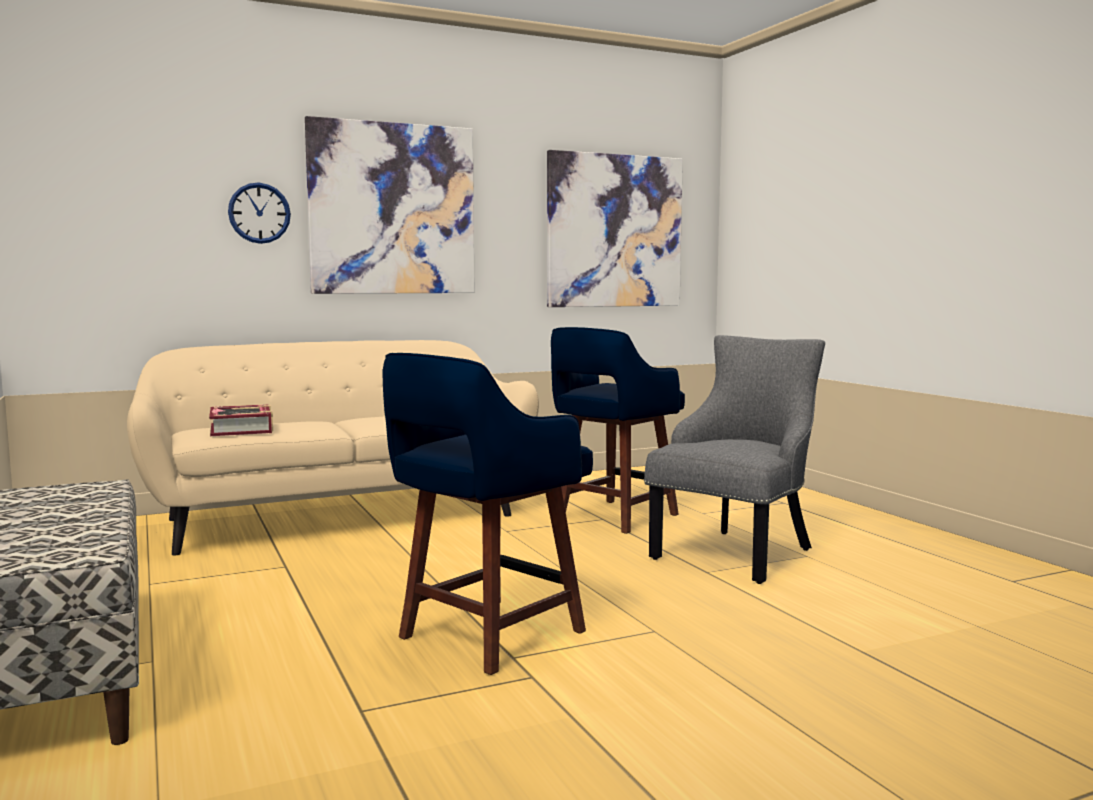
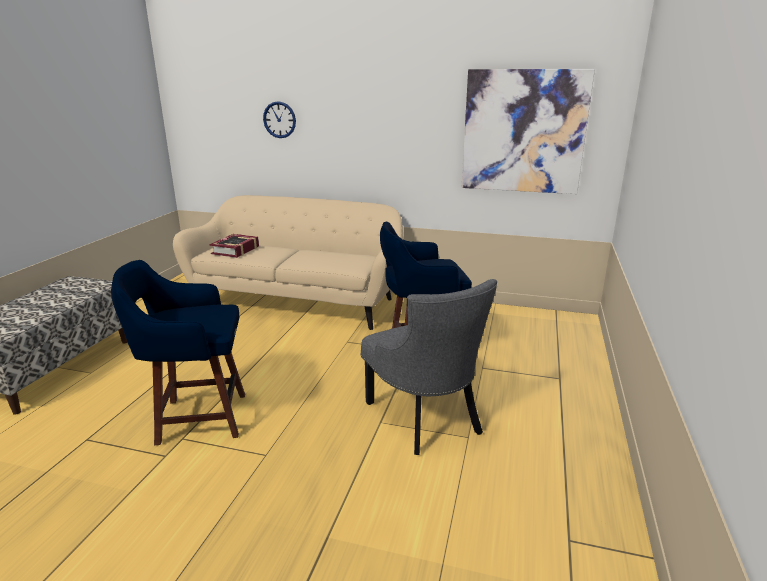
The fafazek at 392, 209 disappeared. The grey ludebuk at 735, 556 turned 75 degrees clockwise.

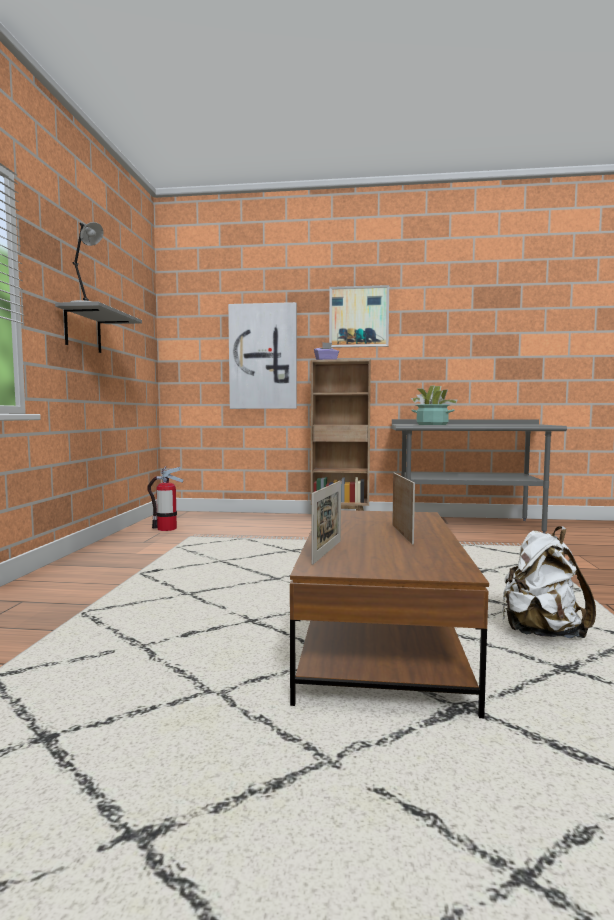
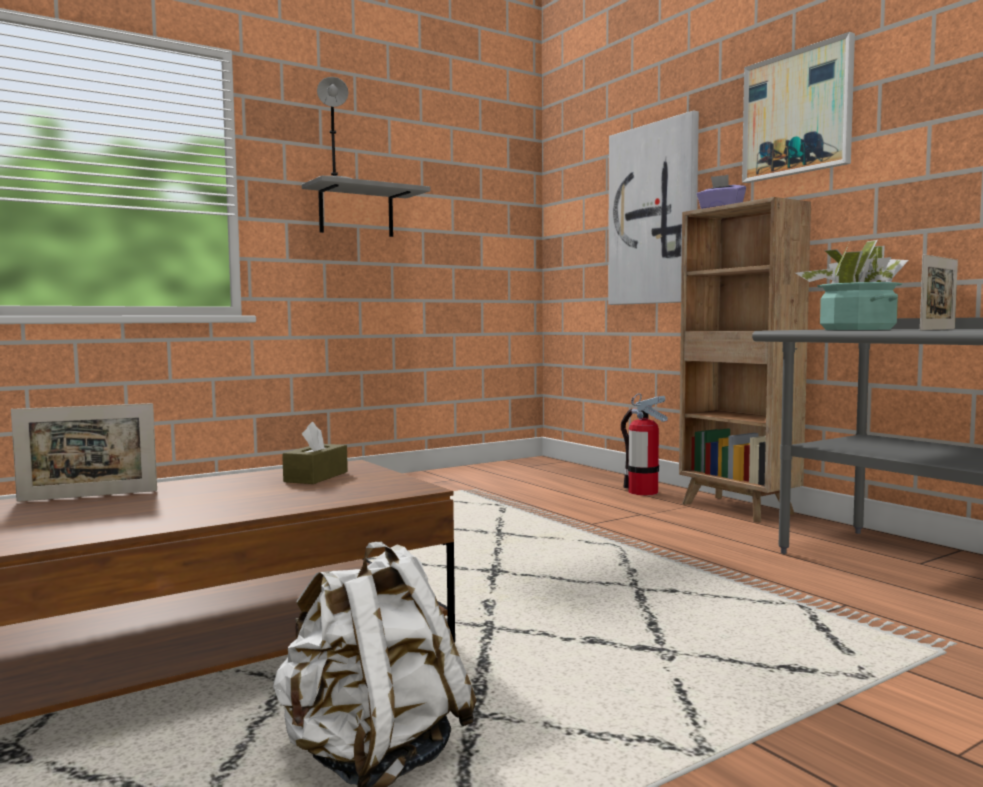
The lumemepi moved from 166, 528 to 642, 492. The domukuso moved from 402, 534 to 937, 329. The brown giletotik at 316, 477 appeared.

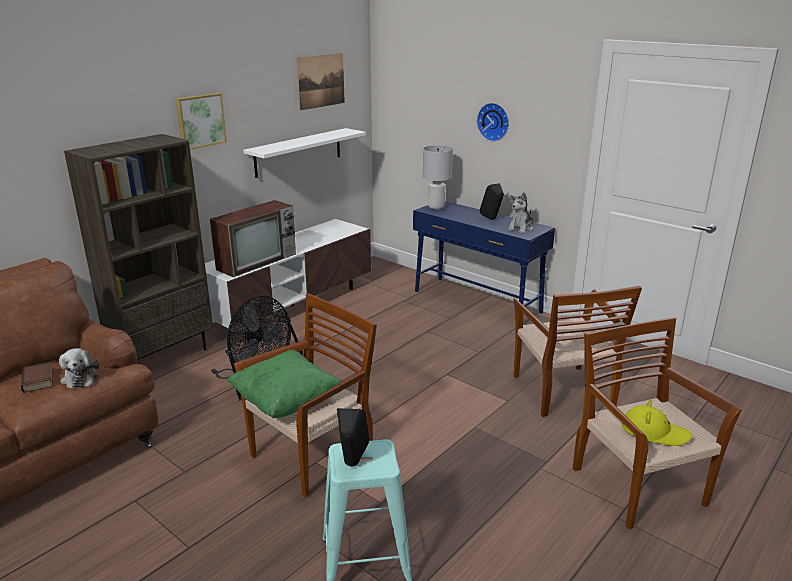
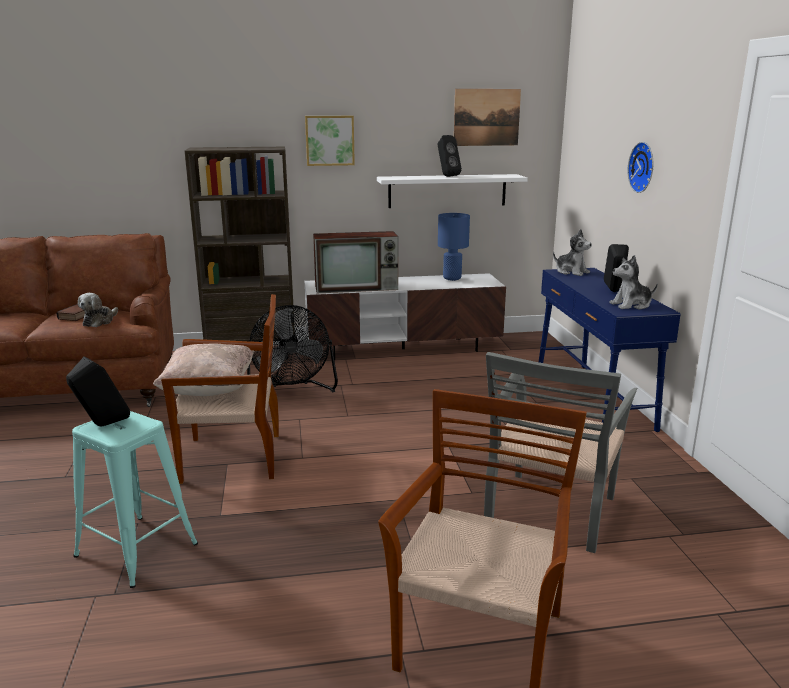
The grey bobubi at 436, 208 was replaced by the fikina at 571, 272. The brown ludebuk at 563, 392 became the grey ludebuk at 550, 511. The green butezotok at 286, 402 became the beige butezotok at 209, 389. The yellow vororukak at 654, 432 disappeared. The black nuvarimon at 447, 176 appeared. The blue bobubi at 452, 279 appeared.

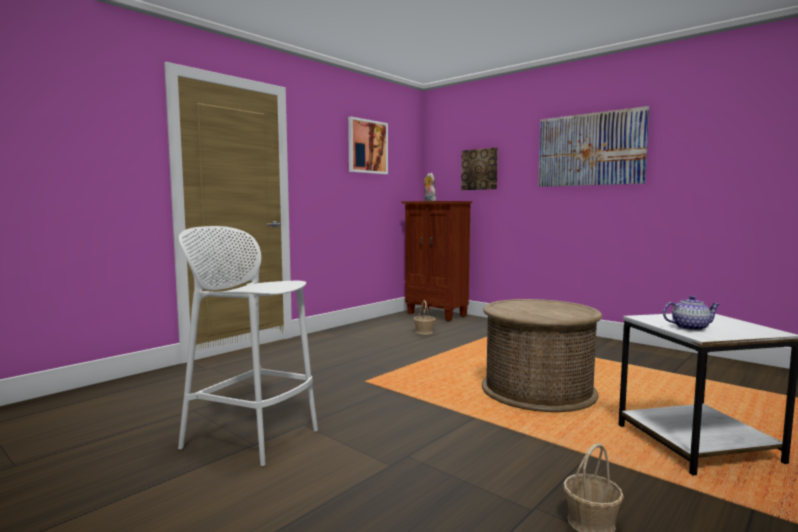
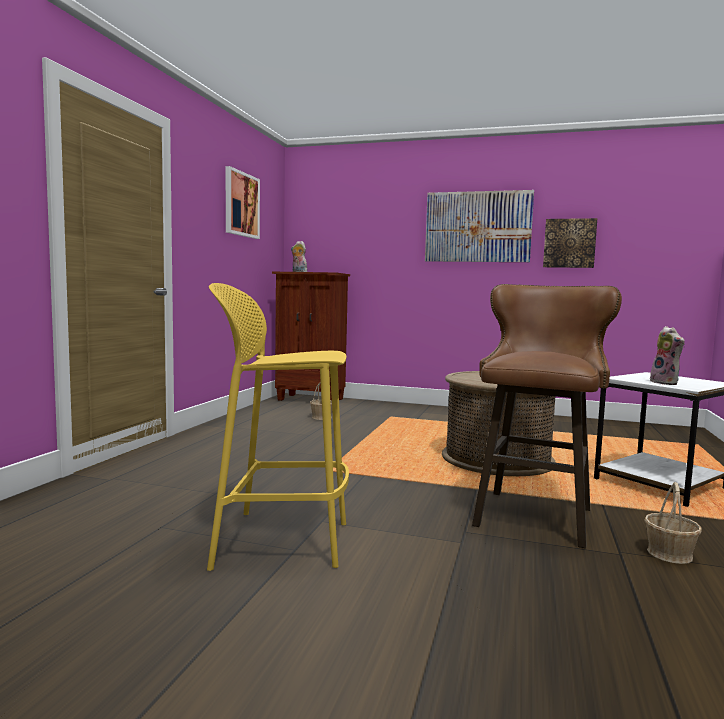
The fafazek moved from 479, 169 to 569, 243. The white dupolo at 252, 435 became the yellow dupolo at 280, 541. The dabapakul at 689, 327 was replaced by the fikina at 666, 383. The brown dupolo at 535, 514 appeared.

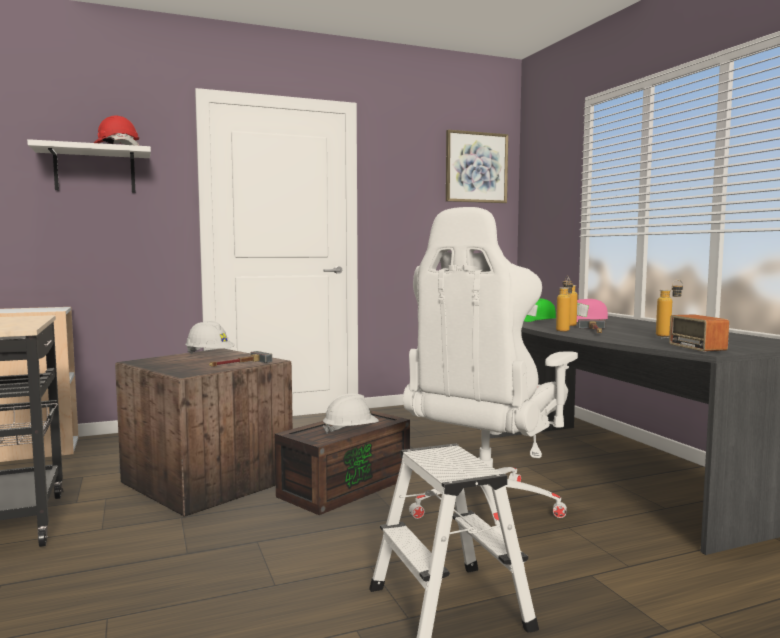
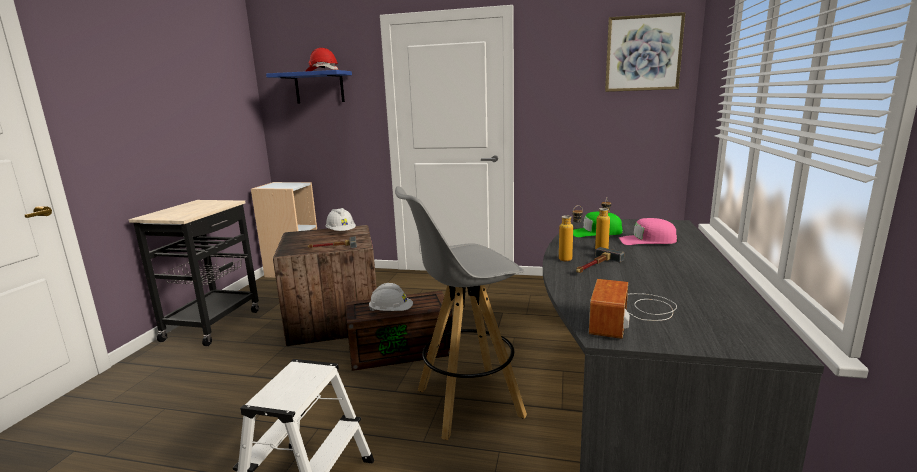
The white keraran at 95, 170 became the blue keraran at 319, 87. The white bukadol at 484, 506 was replaced by the grey dupolo at 466, 402. The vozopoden at 668, 335 disappeared.

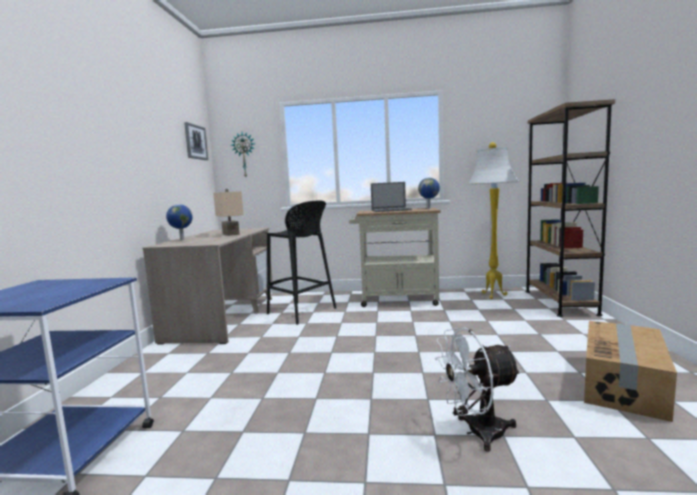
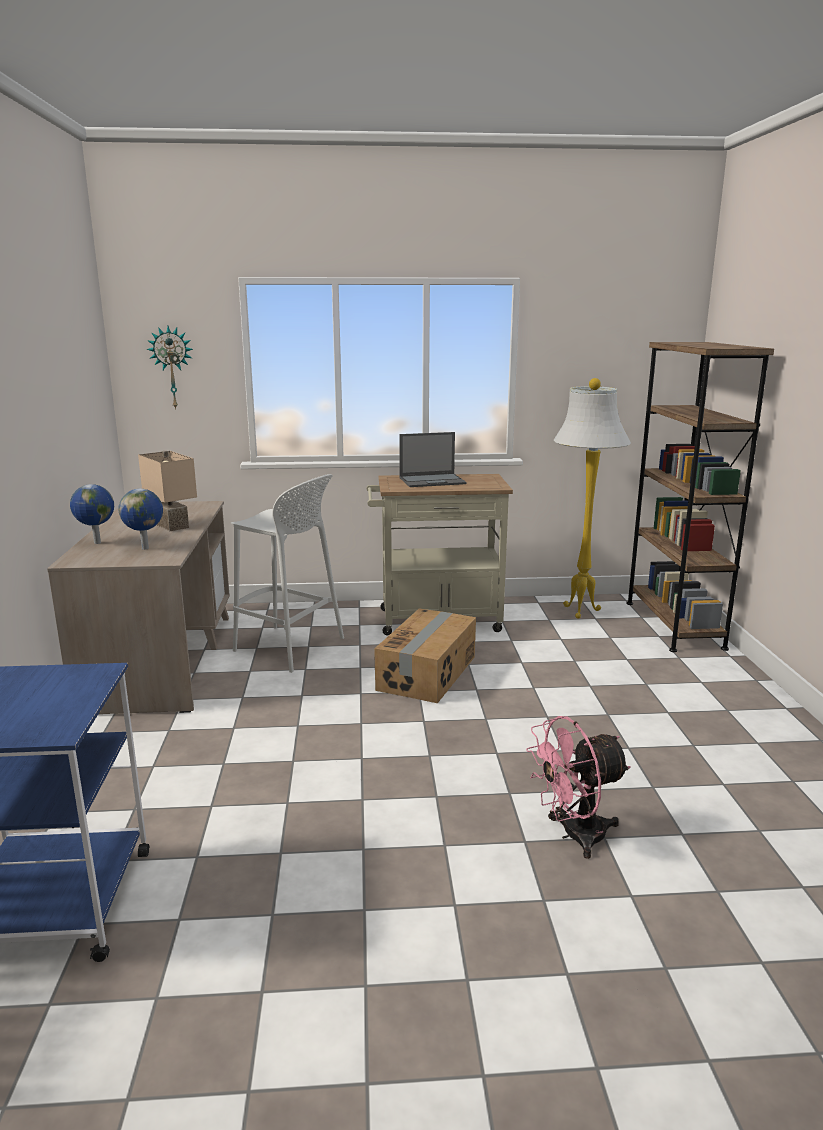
The fafazek at 195, 142 disappeared. The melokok moved from 429, 208 to 146, 548. The black dupolo at 301, 312 became the white dupolo at 288, 647. The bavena moved from 624, 384 to 428, 673. The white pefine at 477, 432 became the pink pefine at 574, 835.

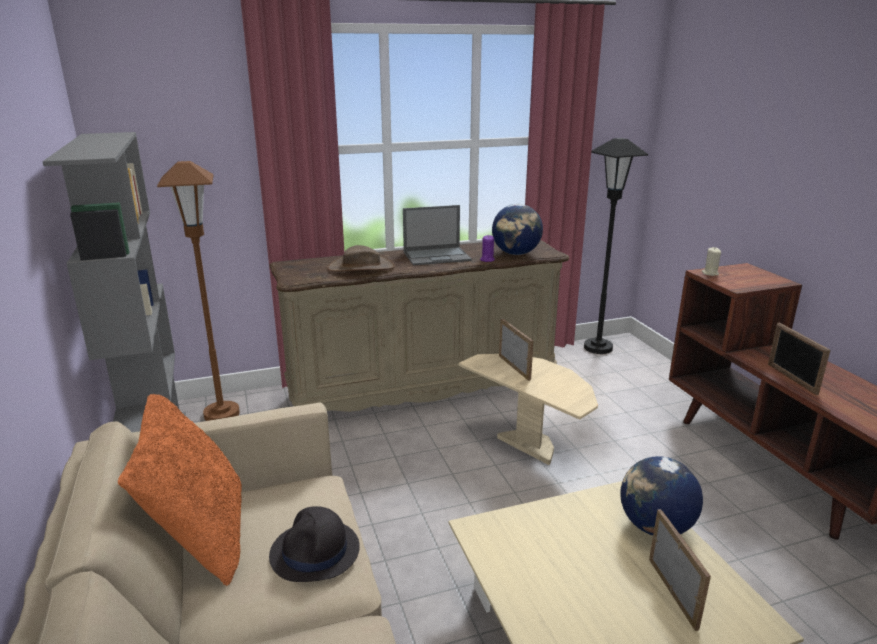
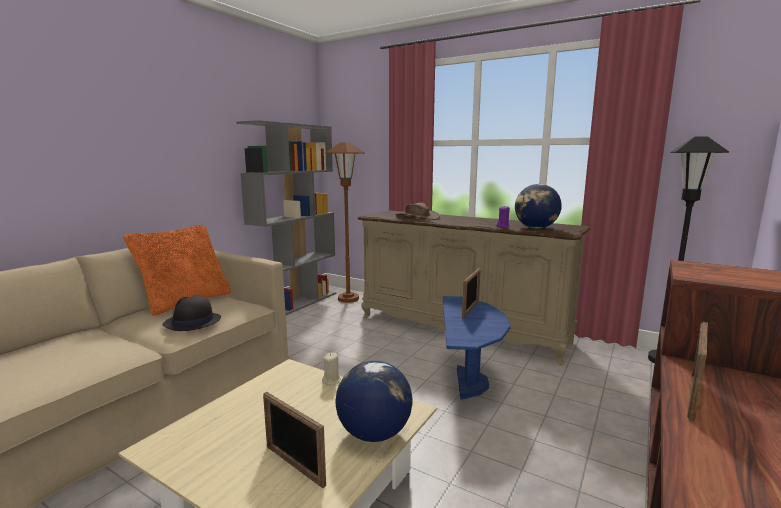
The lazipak at 437, 256 disappeared. The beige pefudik moved from 710, 273 to 331, 381. The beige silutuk at 529, 446 became the blue silutuk at 468, 383. The domukuso at 673, 592 turned 90 degrees clockwise.

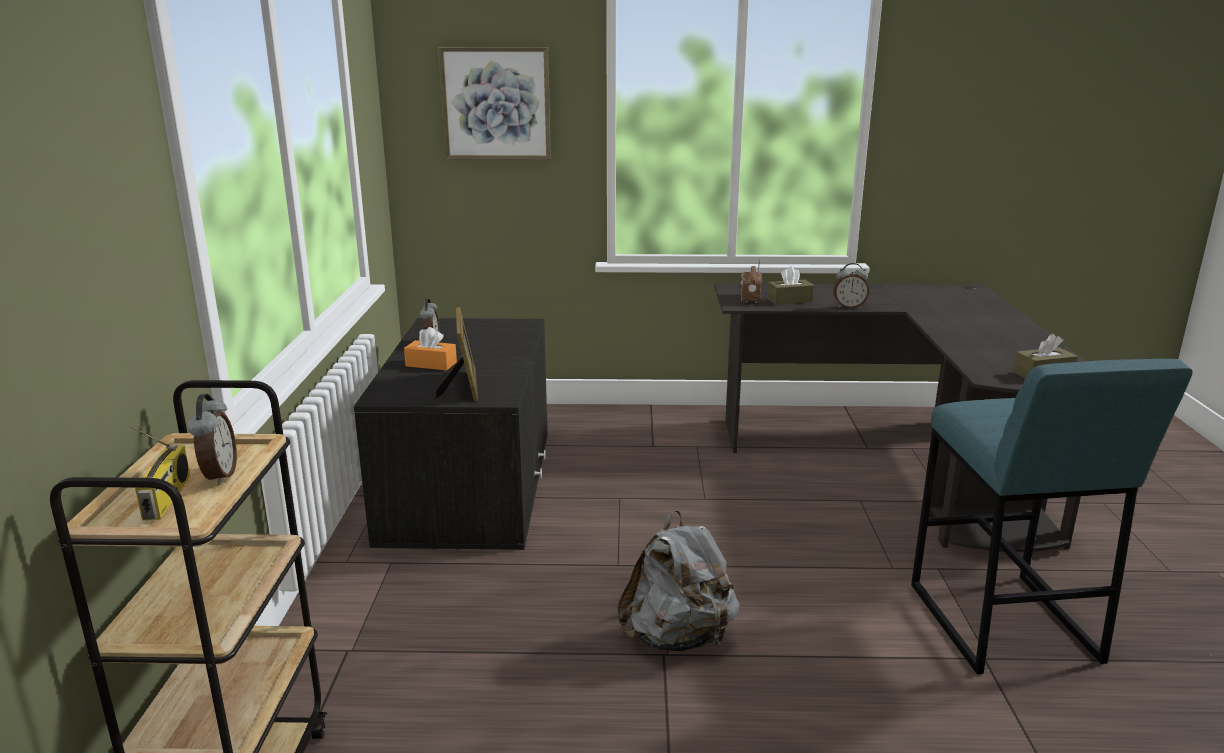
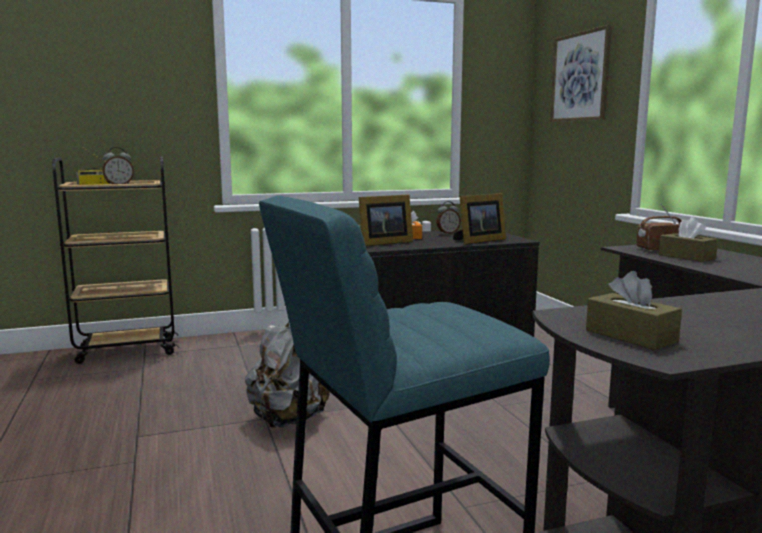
The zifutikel at 849, 307 disappeared. The domukuso at 479, 241 appeared.

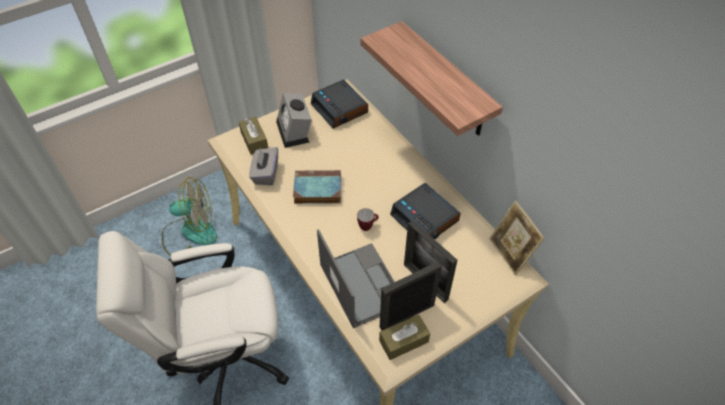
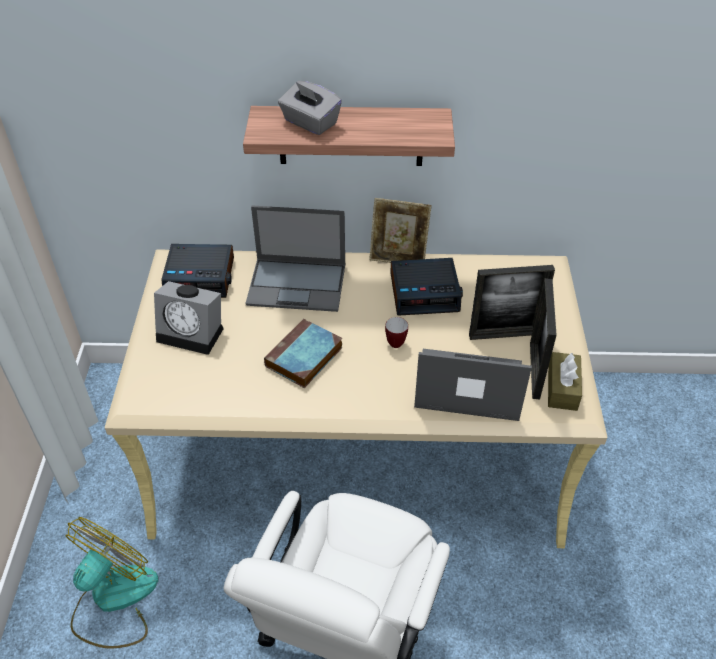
The brown giletotik at 254, 140 disappeared. The grey giletotik moved from 265, 174 to 310, 123. The domukuso moved from 510, 253 to 398, 257. The lazipak at 298, 284 appeared.

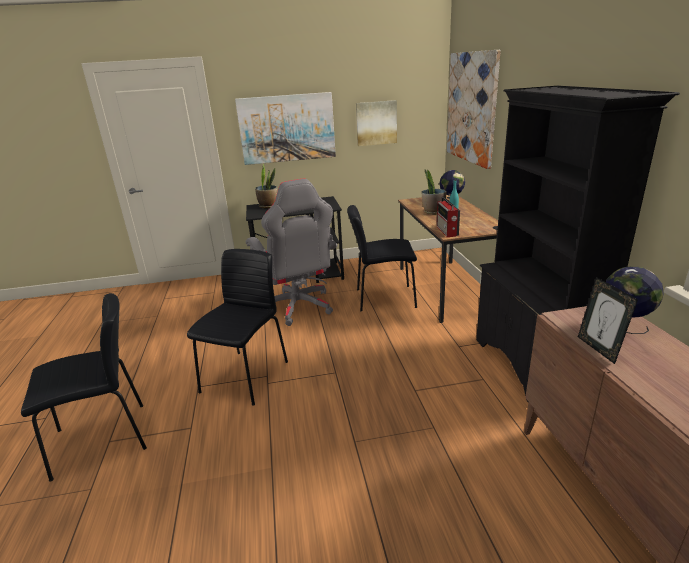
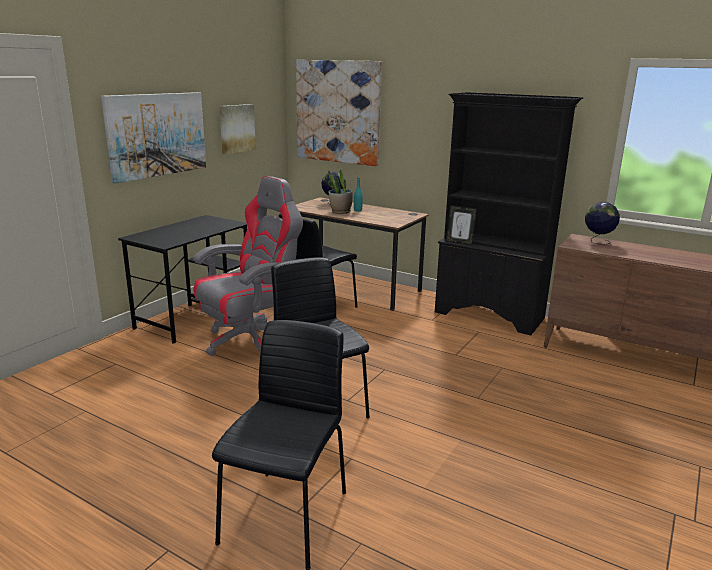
The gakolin at 268, 206 disappeared. The grey bukadol at 297, 306 turned 60 degrees counterclockwise. The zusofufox at 447, 231 disappeared. The domukuso moved from 598, 349 to 459, 243.

